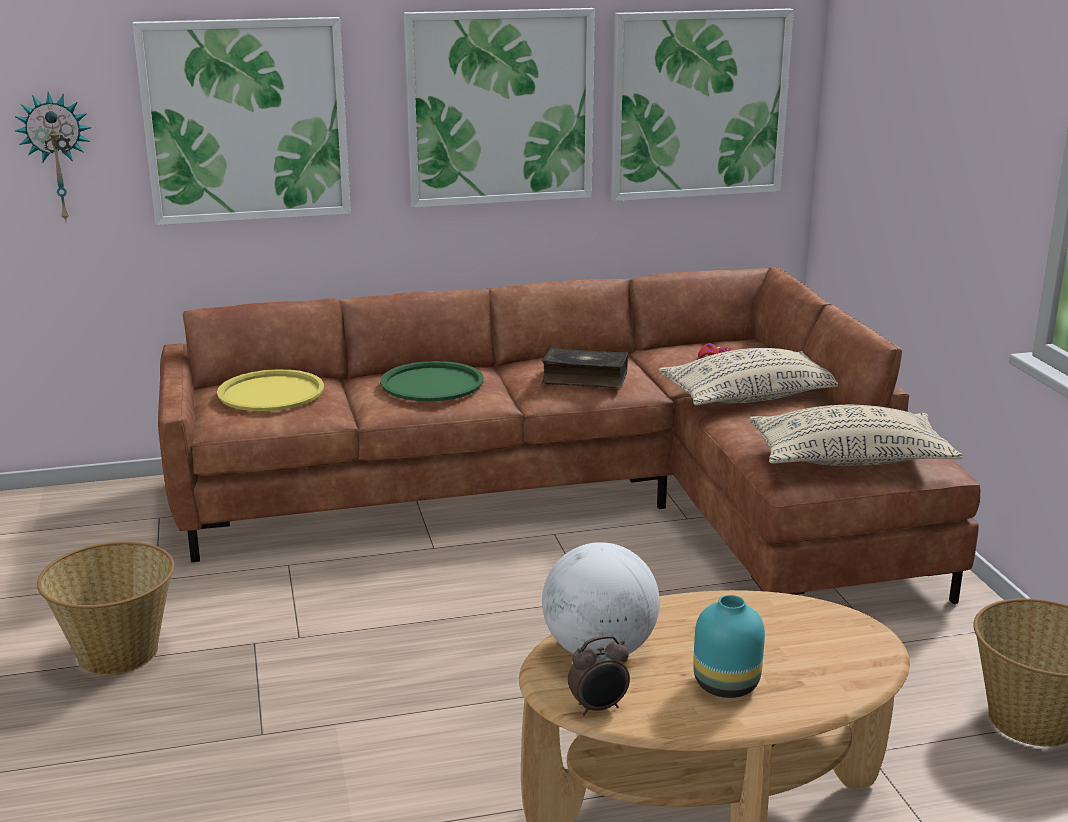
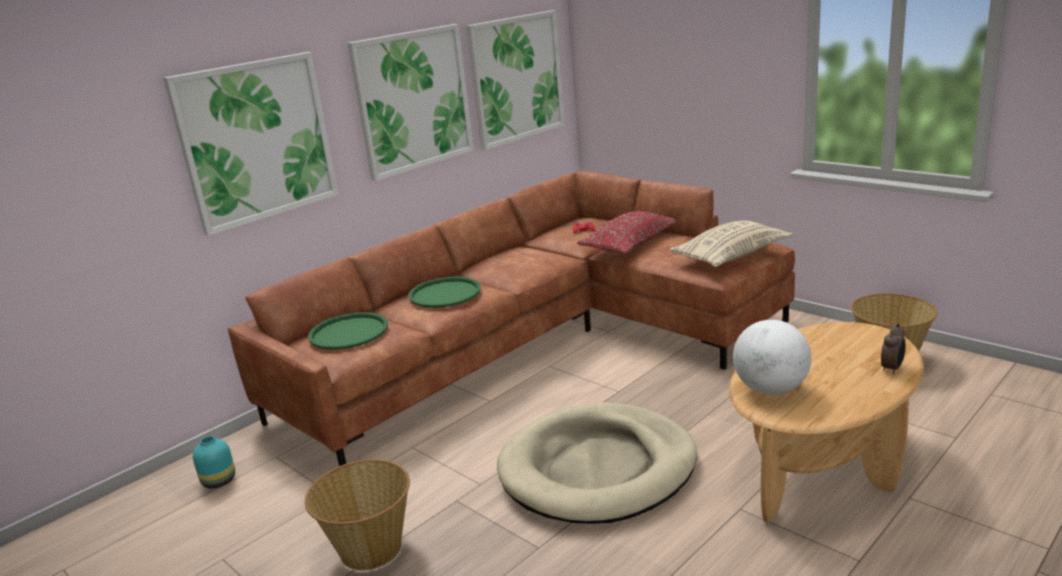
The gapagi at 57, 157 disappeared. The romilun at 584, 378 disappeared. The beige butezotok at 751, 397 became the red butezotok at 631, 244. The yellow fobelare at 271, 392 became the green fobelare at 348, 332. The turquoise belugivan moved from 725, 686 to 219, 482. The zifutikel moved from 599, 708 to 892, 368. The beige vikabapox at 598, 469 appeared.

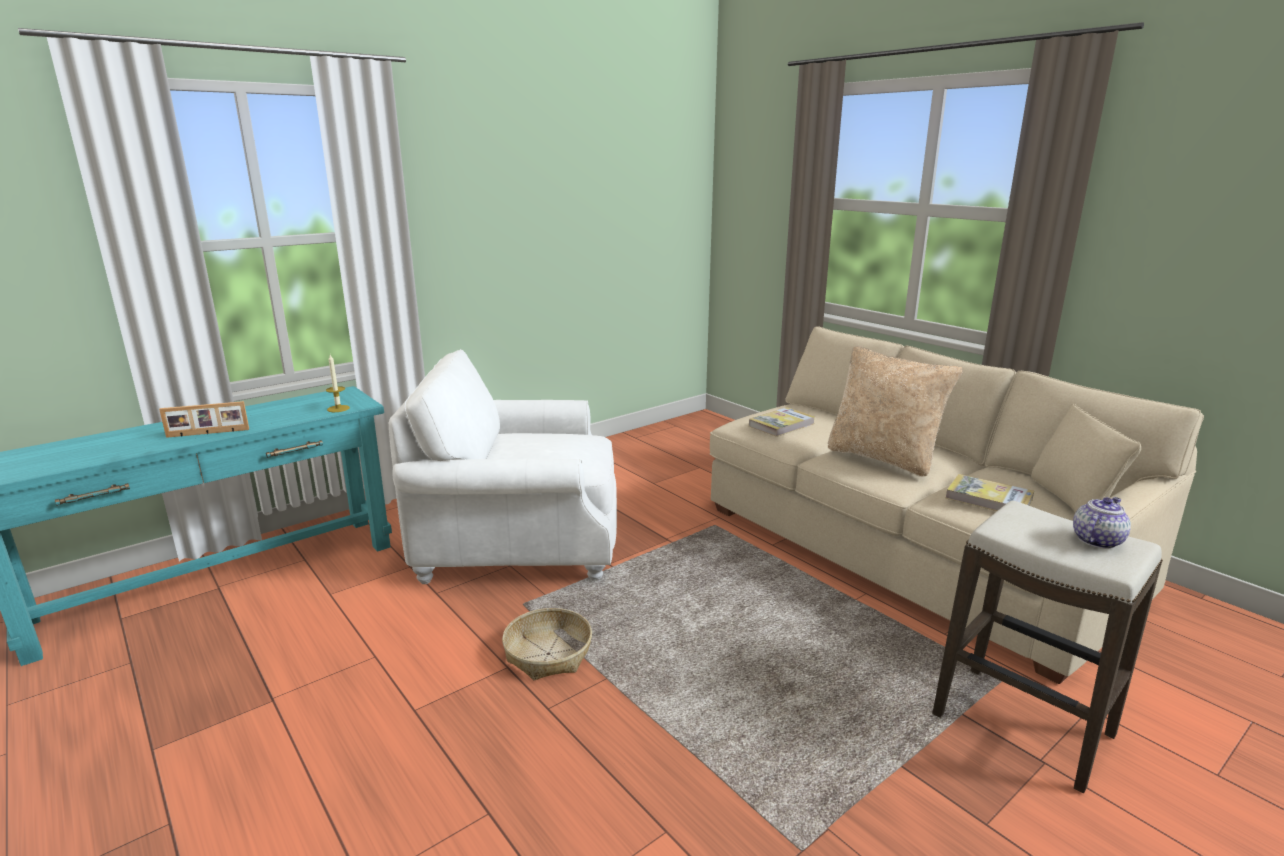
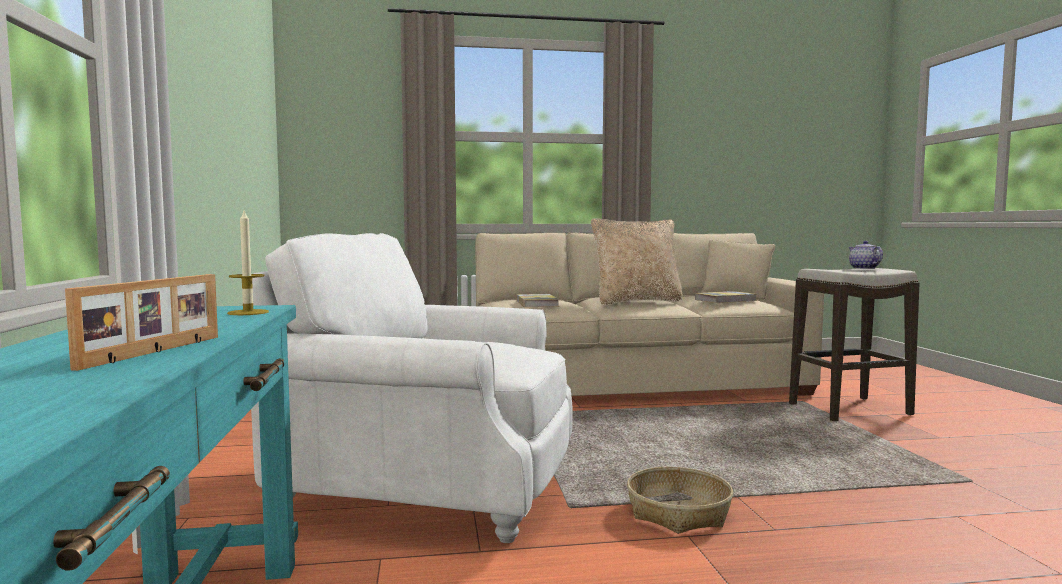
The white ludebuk at 519, 544 turned 75 degrees clockwise.

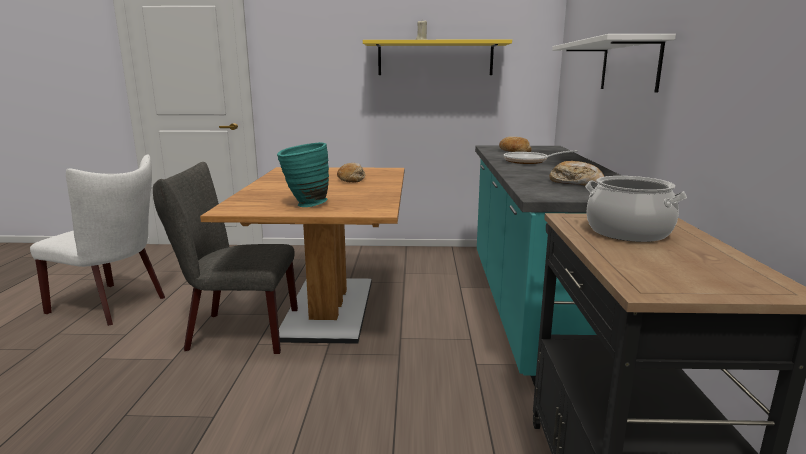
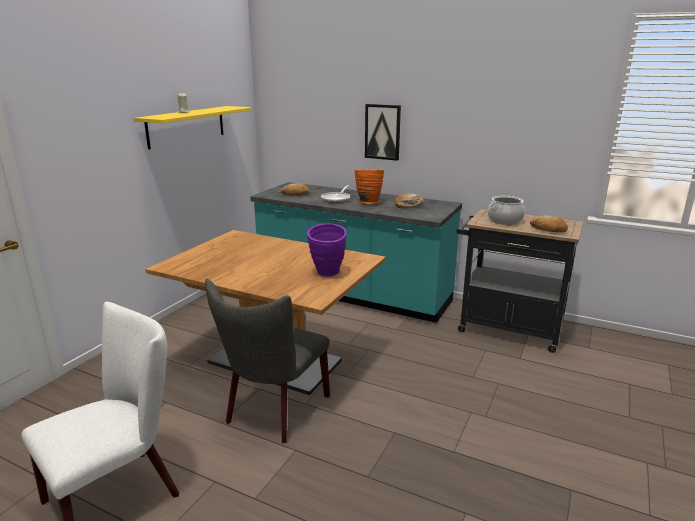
The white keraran at 629, 66 was replaced by the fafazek at 382, 132. The turquoise belugivan at 305, 205 became the purple belugivan at 327, 274. The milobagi moved from 352, 179 to 548, 230. The orange belugivan at 368, 202 appeared.

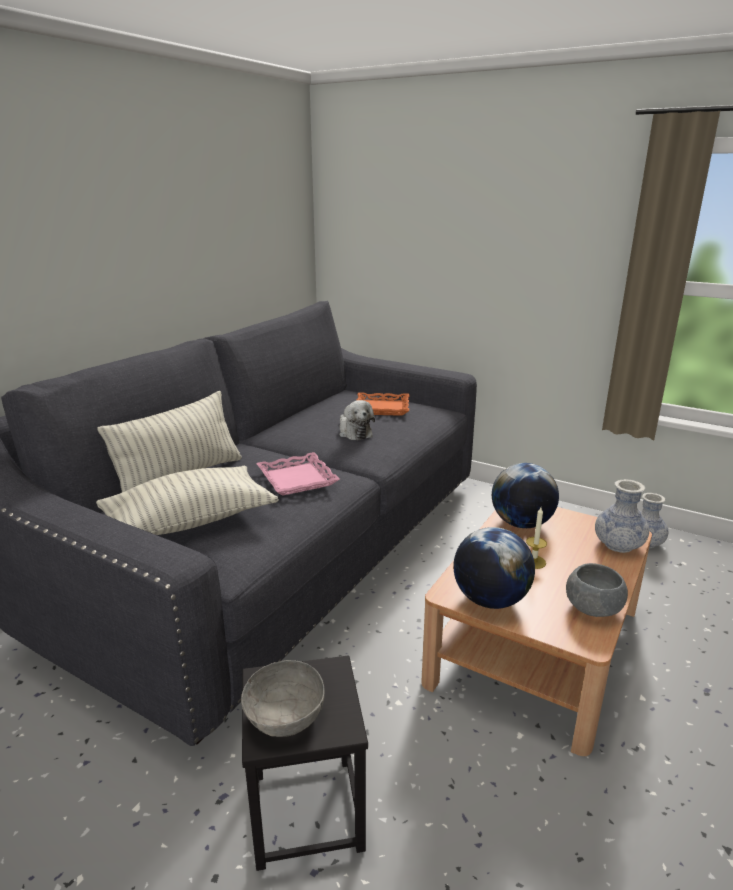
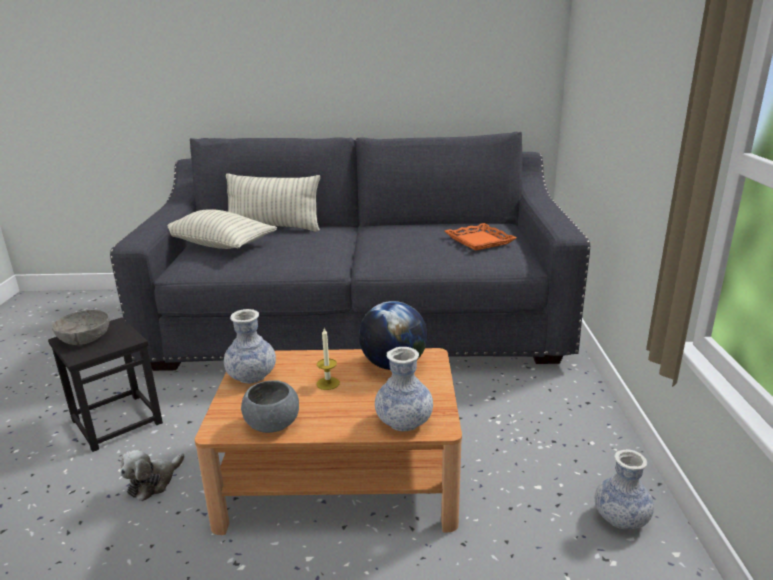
The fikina moved from 354, 432 to 153, 482. The pink fobelare at 296, 479 disappeared. The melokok at 490, 600 was replaced by the belugivan at 252, 376.

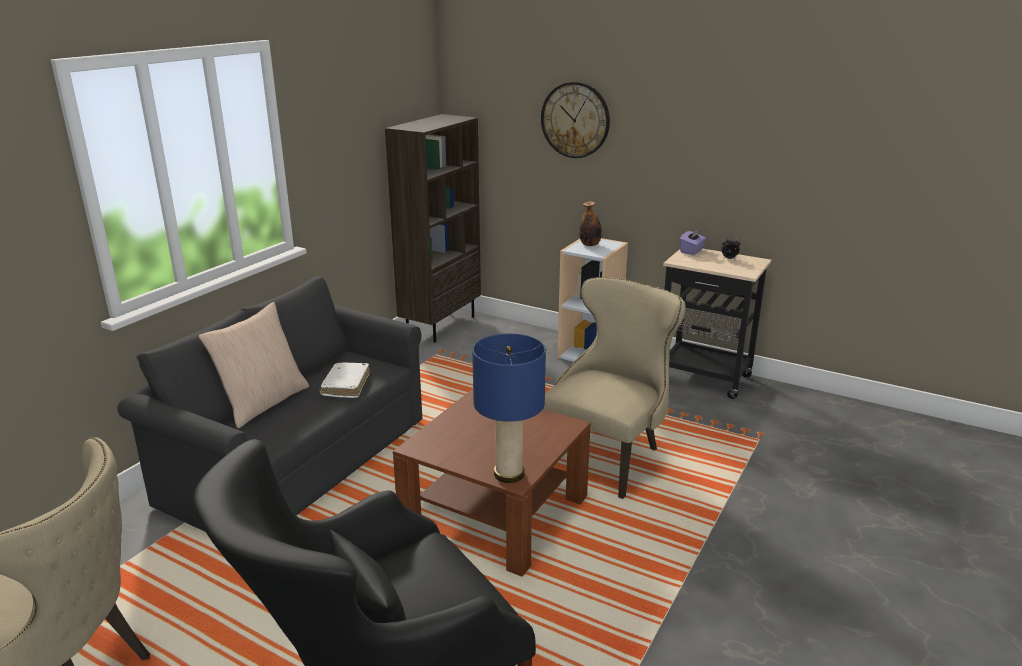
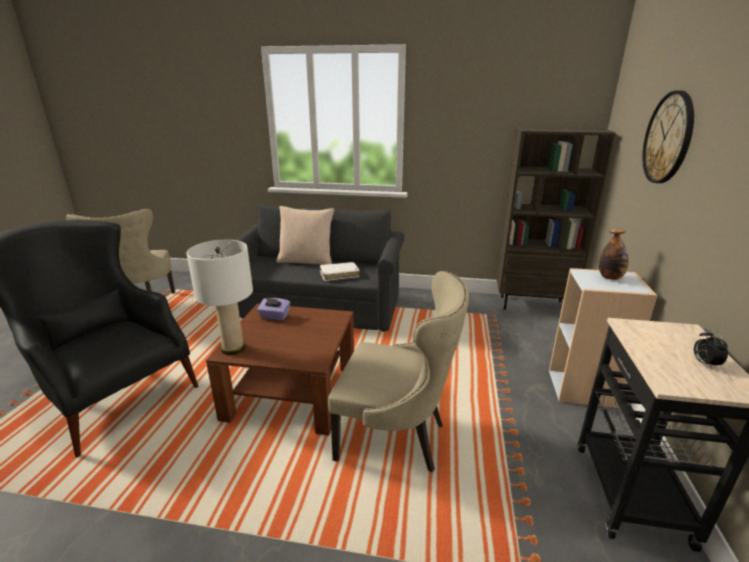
The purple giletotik moved from 691, 251 to 274, 317. The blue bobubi at 509, 474 became the white bobubi at 234, 348.

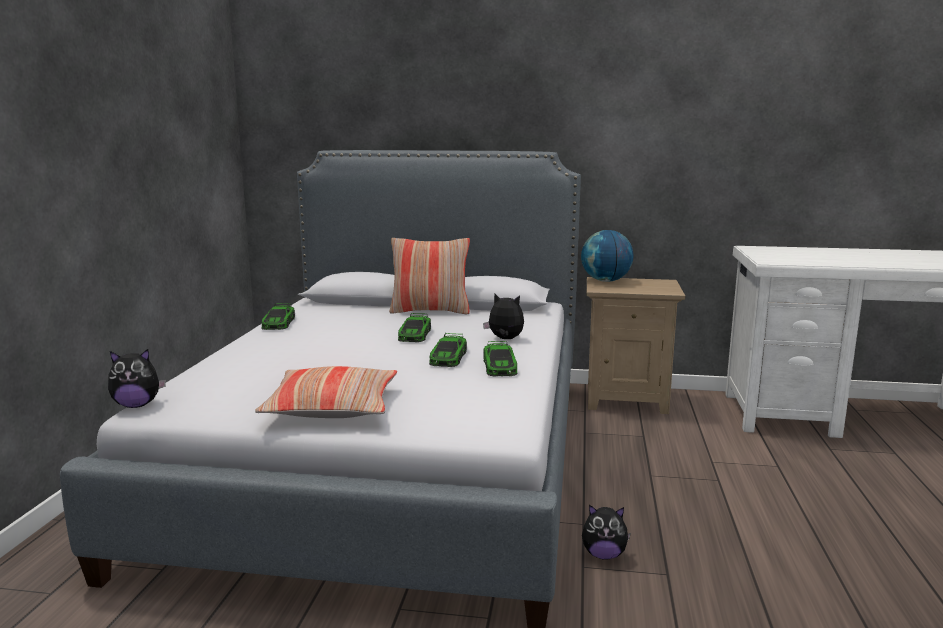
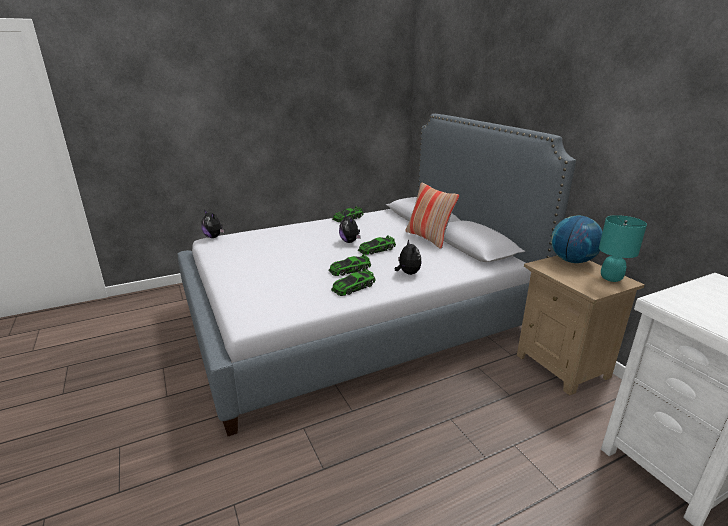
The butezotok at 332, 407 disappeared. The fikina moved from 603, 555 to 350, 241. The turquoise bobubi at 611, 279 appeared.

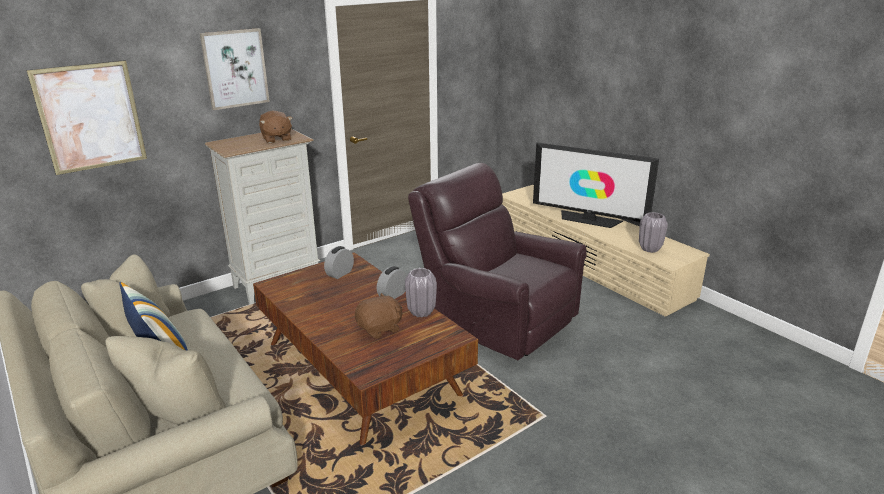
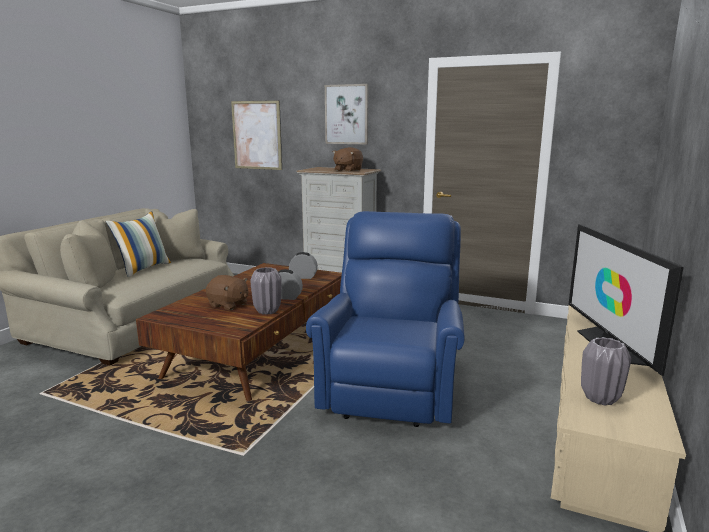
The brown ludebuk at 495, 320 became the blue ludebuk at 391, 386.

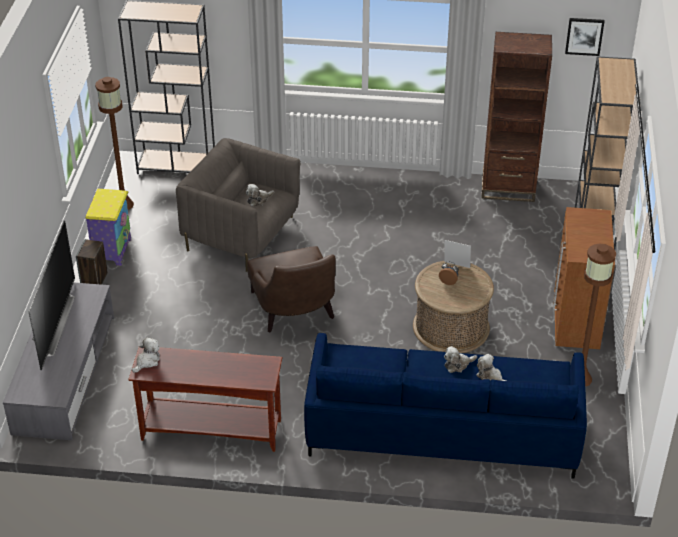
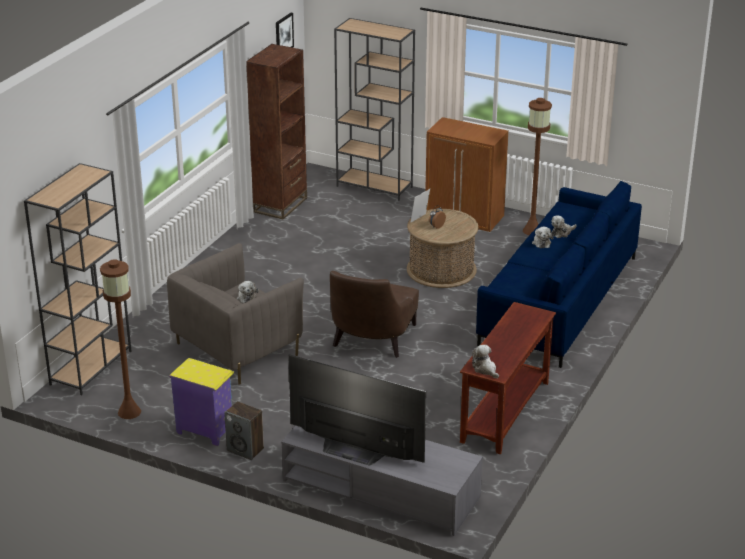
The brown ludebuk at 295, 310 turned 105 degrees clockwise.

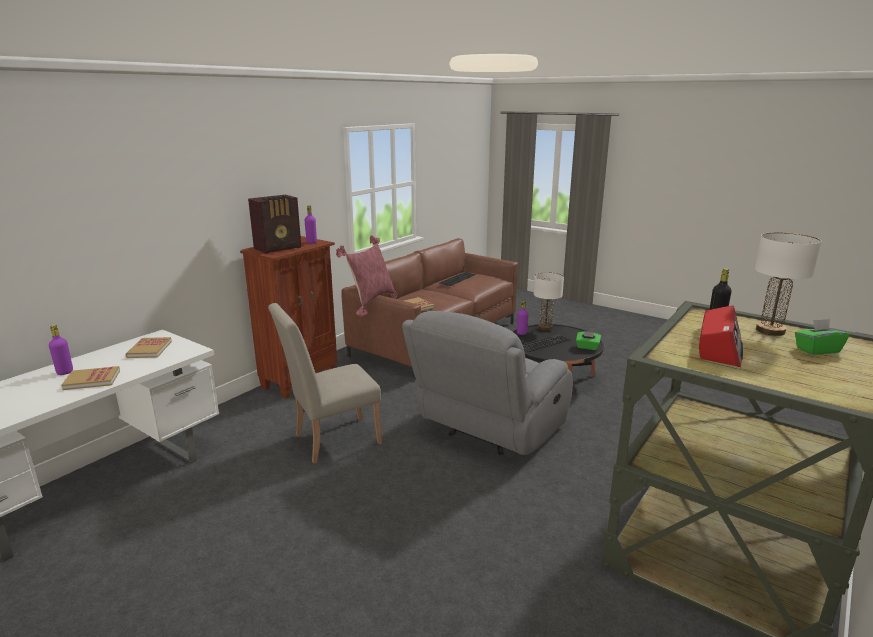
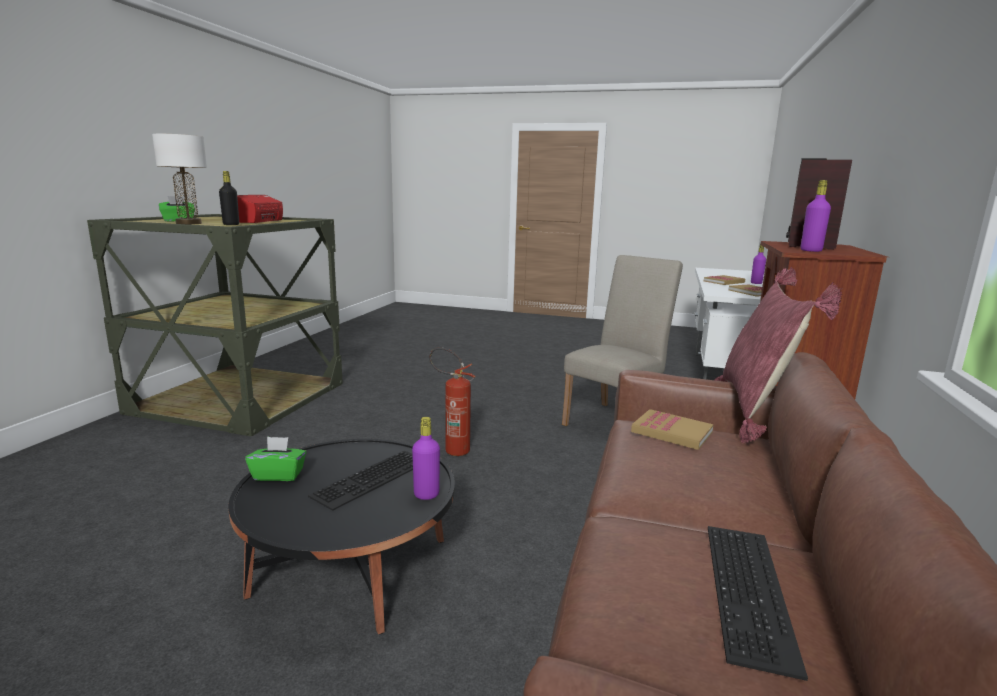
The bobubi at 545, 327 disappeared. The grey ludebuk at 487, 432 was replaced by the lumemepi at 451, 450.

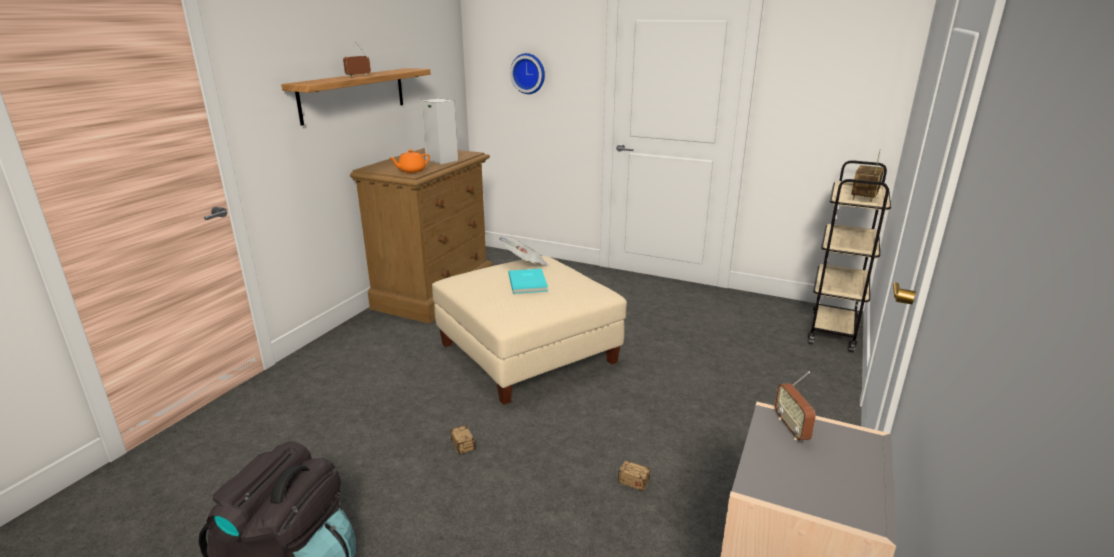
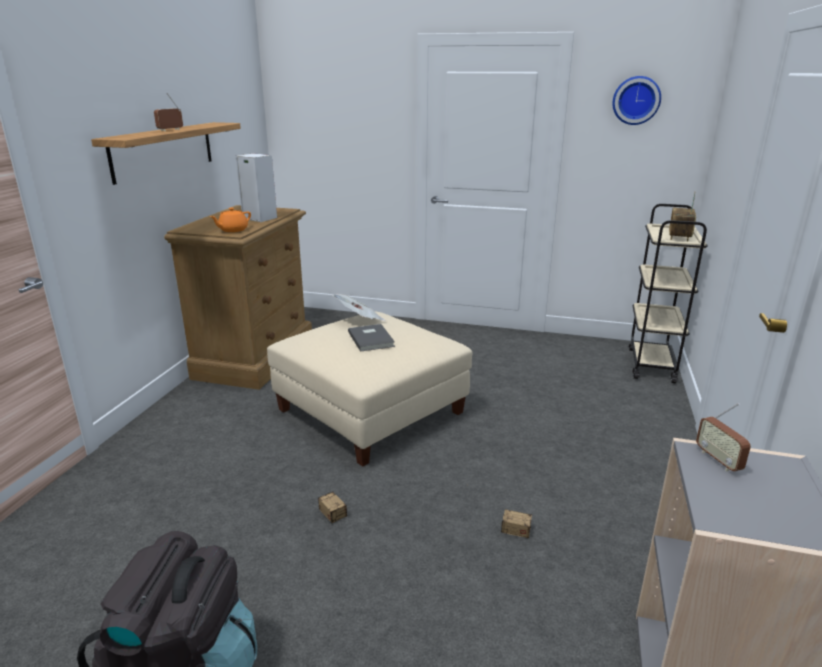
The gapagi moved from 529, 73 to 636, 100. The turquoise romilun at 529, 282 became the grey romilun at 372, 339.

